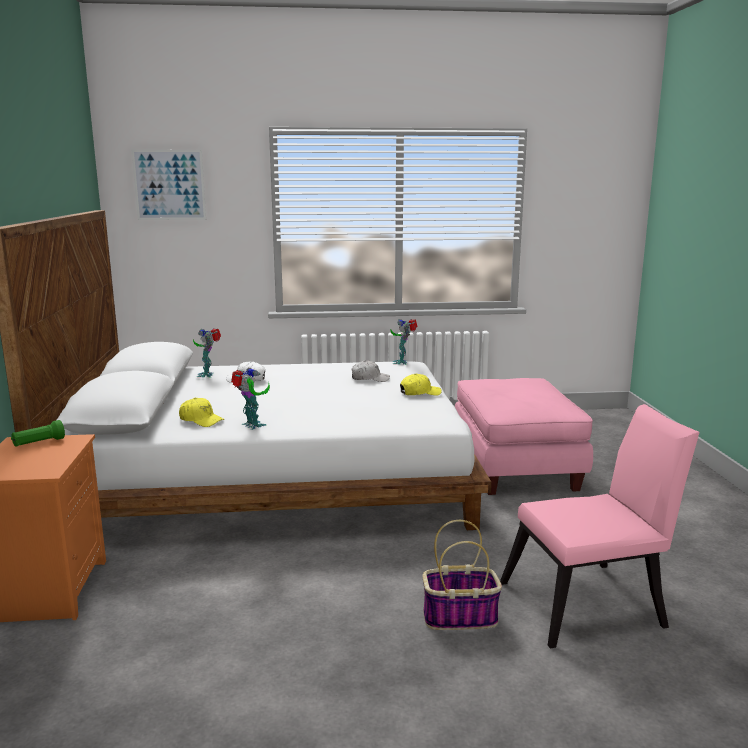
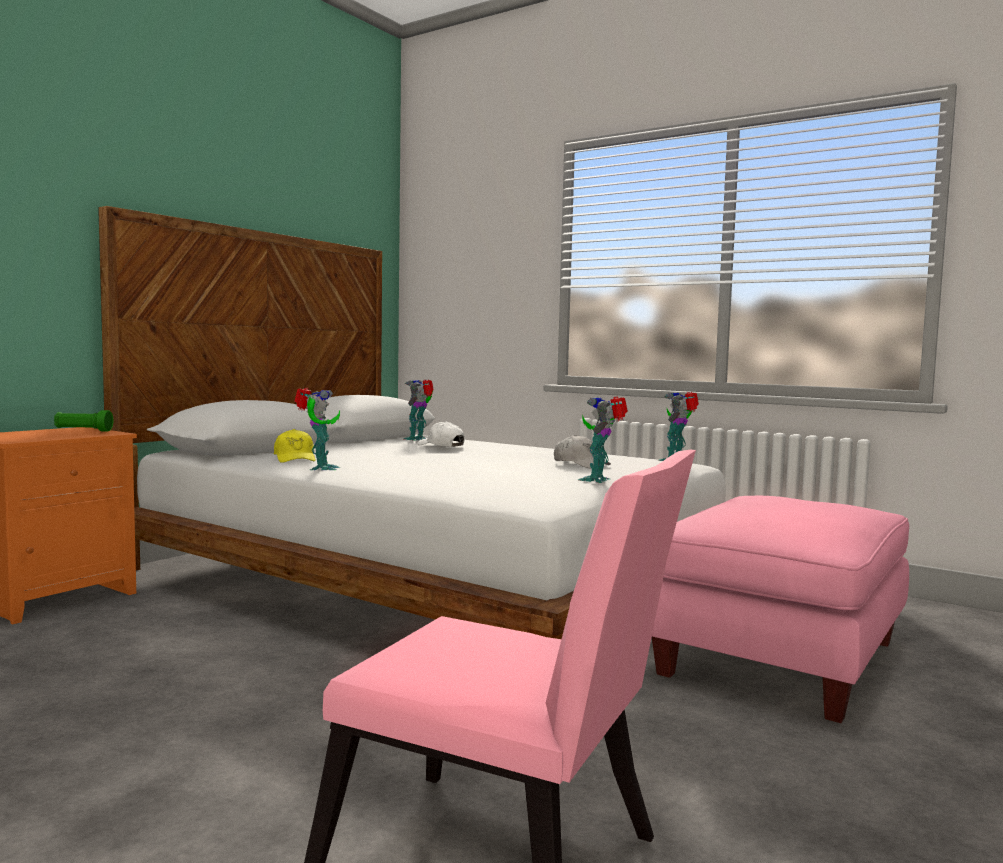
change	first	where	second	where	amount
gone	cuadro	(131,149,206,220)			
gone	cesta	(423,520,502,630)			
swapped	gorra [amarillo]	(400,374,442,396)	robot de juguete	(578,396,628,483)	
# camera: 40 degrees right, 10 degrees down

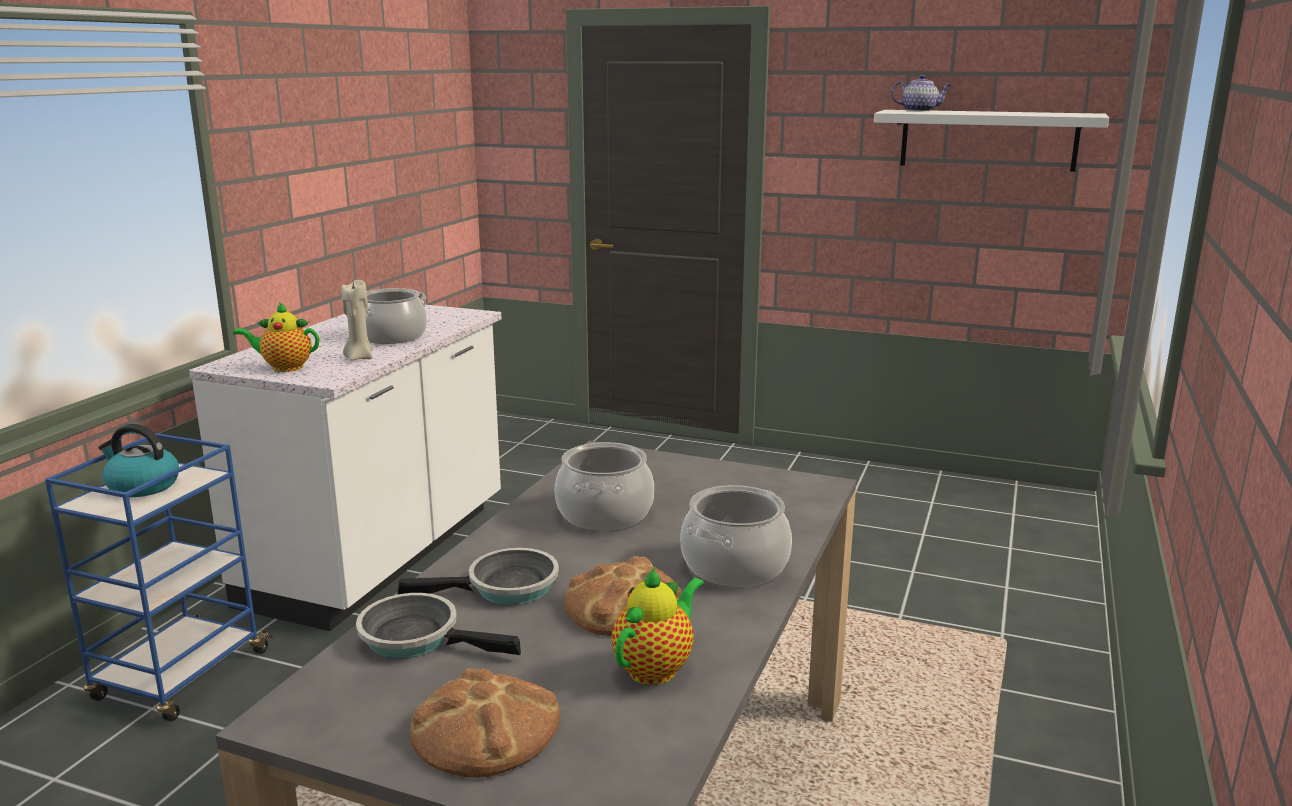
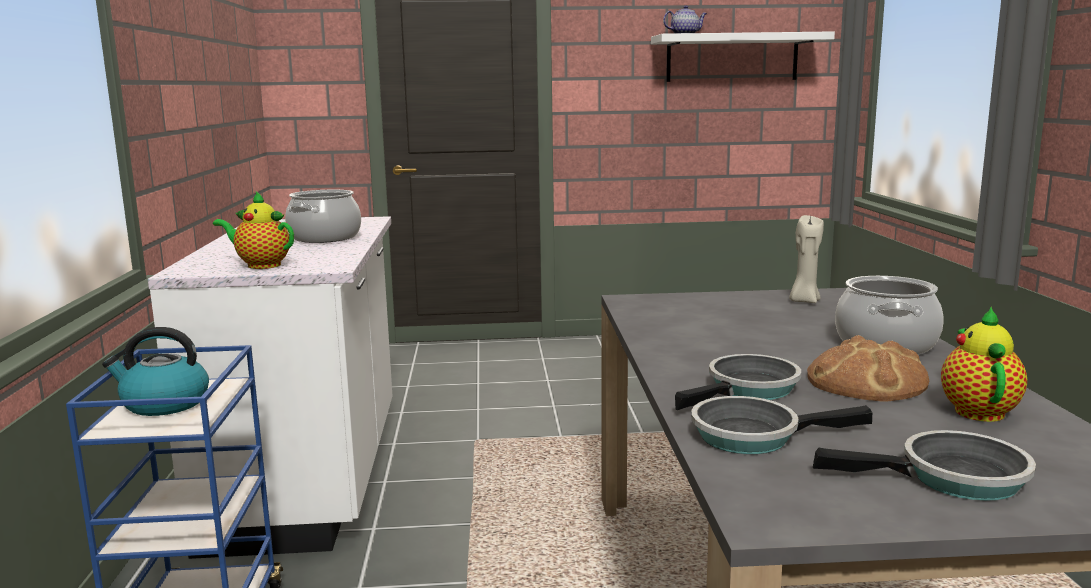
change	first	where	second	where	amount
gone	olla	(555,442,654,530)			
shifted	vela [beis]	(341,280,373,361)		(789,215,824,303)	
swapped	pan	(410,668,560,778)	sartén	(813,430,1036,501)	
rotated	tetera	(233,302,319,372)		(213,191,294,269)	45 degrees clockwise
# camera: 25 degrees left, 5 degrees down

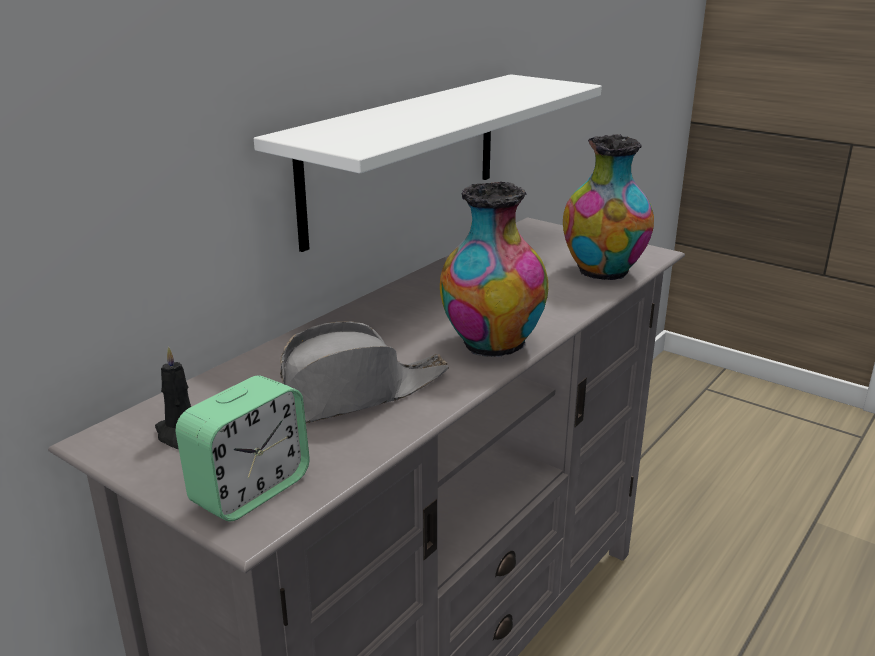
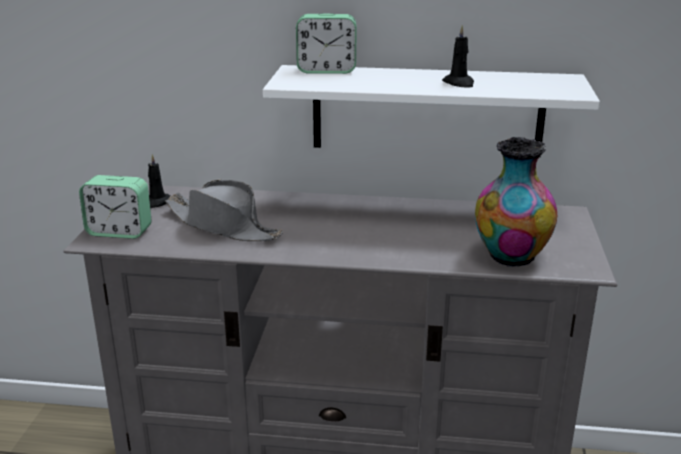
change	first	where	second	where	amount
gone	florero	(440,182,549,358)			
new			despertador	(296,13,357,74)	
new			vela [negro]	(442,25,474,88)	
# camera: 60 degrees right, 0 degrees up

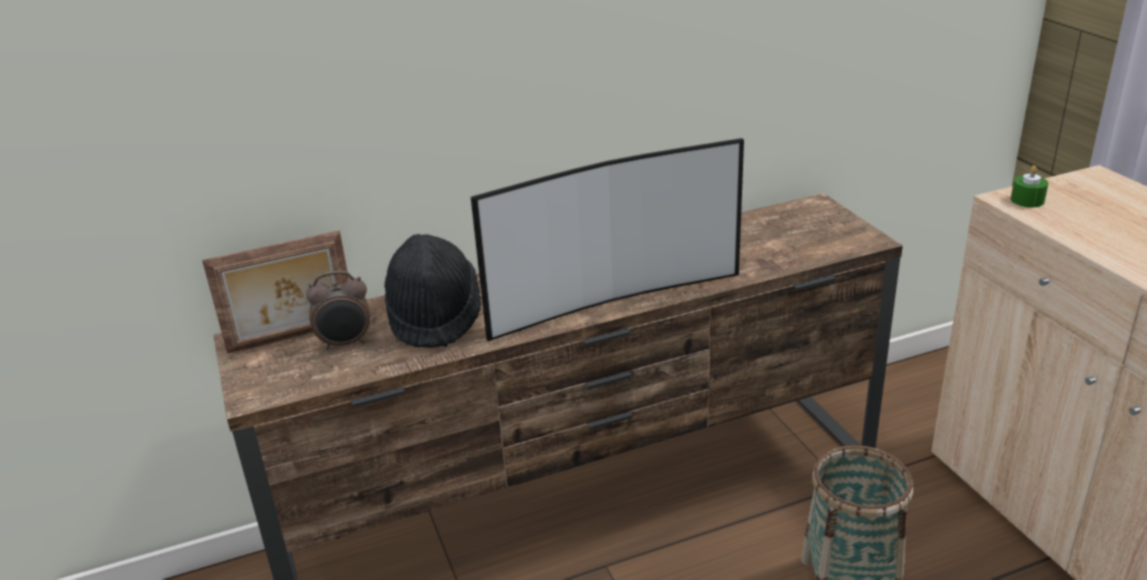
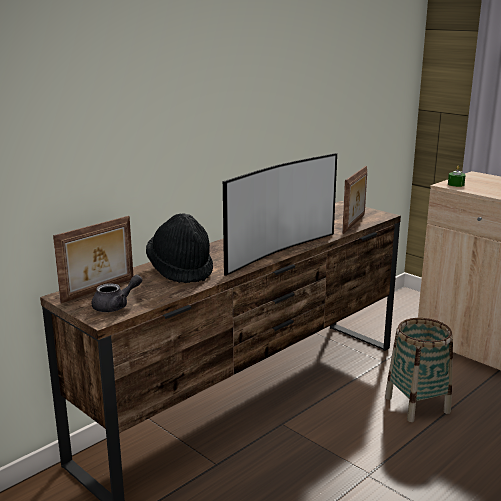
change	first	where	second	where	amount
gone	despertador	(306,271,370,350)			
new			tetera [gris]	(92,275,142,312)	
new			portarretratos	(342,166,367,234)	
# camera: 25 degrees left, 10 degrees down

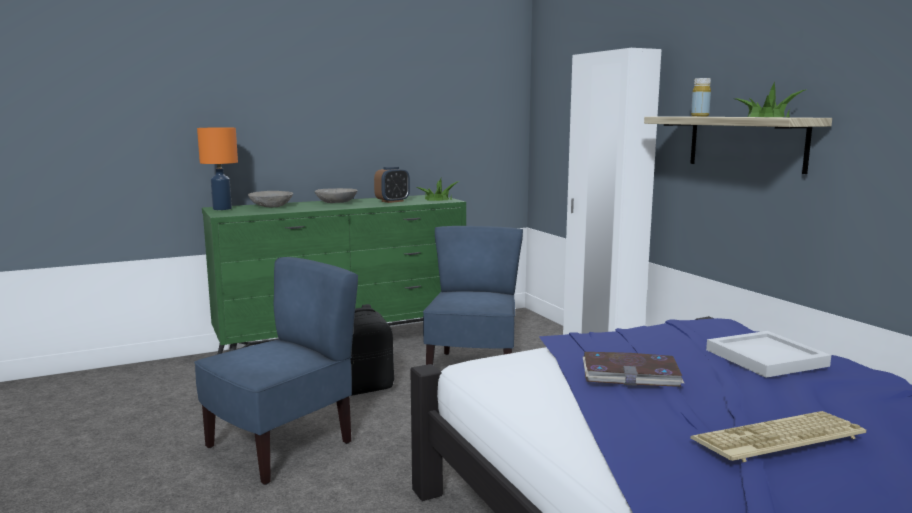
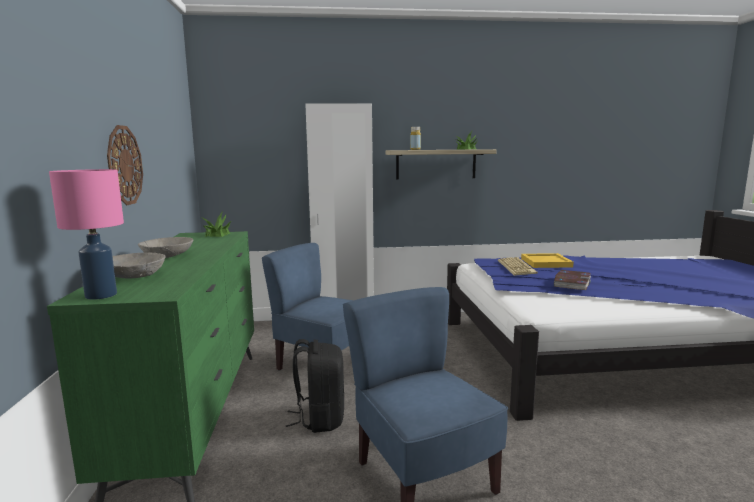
change	first	where	second	where	amount
gone	despertador	(374,166,410,203)			
new			reloj de pared	(107,125,143,205)	
shifted	teclado	(690,411,866,462)		(498,257,538,276)	
repainted	lámpara de mesa [naranja]	(197,127,238,210)	lámpara de mesa [rosa]	(49,169,124,300)	
repainted	bandeja [blanco]	(706,331,831,378)	bandeja [amarillo]	(521,253,574,268)	
# camera: 70 degrees left, 0 degrees up

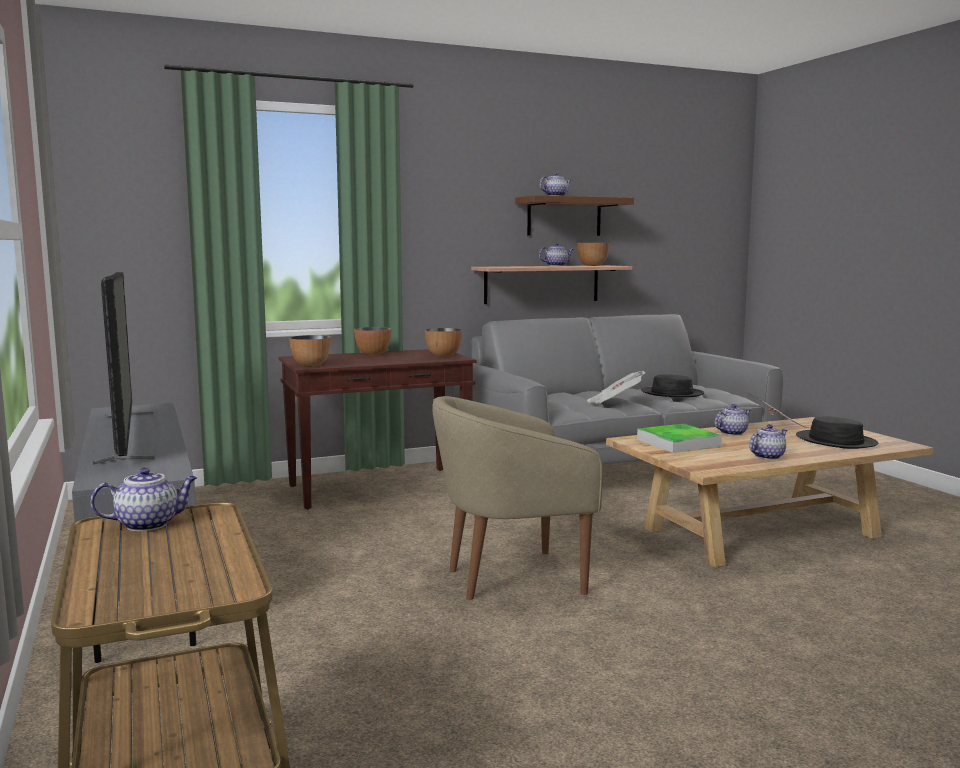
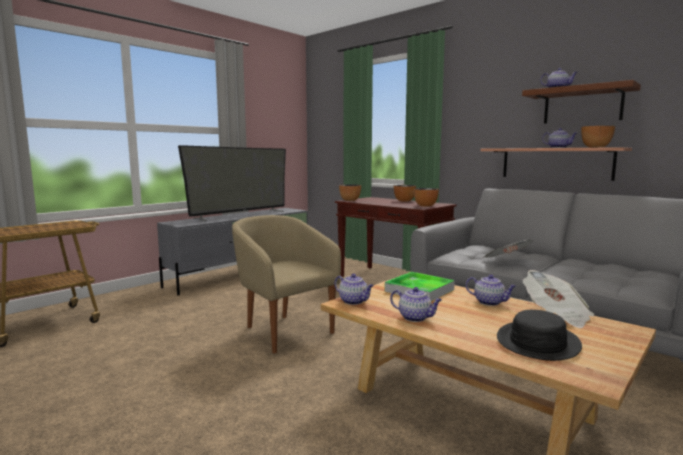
change	first	where	second	where	amount
gone	sombrero [negro]	(641,374,704,397)			
shifted	tetera	(91,467,197,531)		(334,274,374,305)	
# camera: 65 degrees right, 0 degrees up

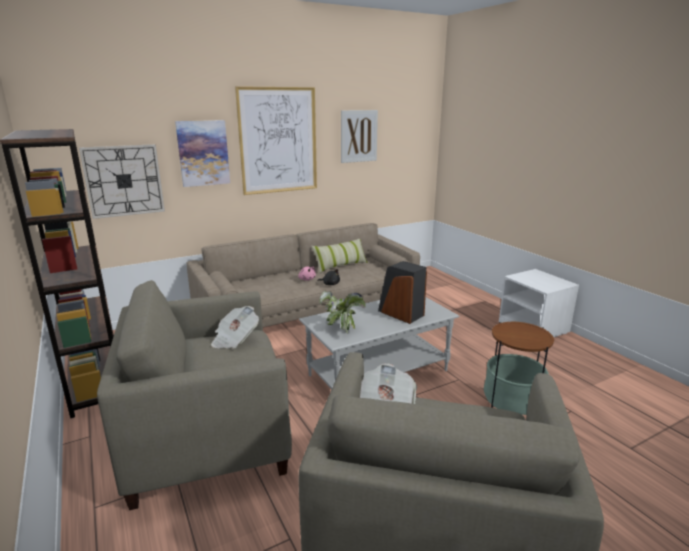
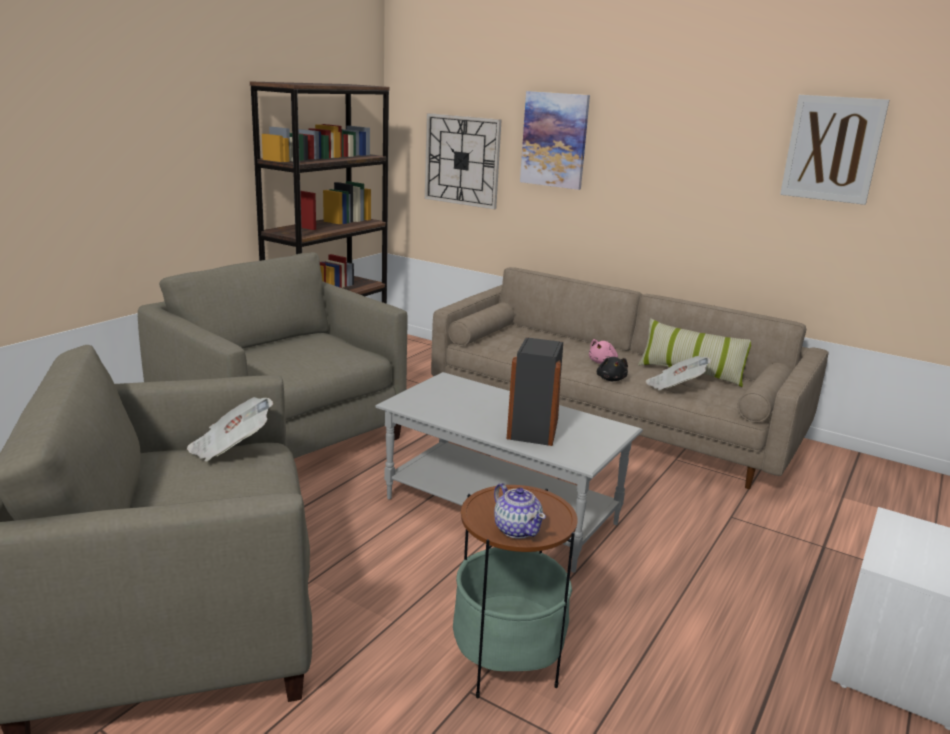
change	first	where	second	where	amount
gone	cuadro	(235,86,317,195)			
gone	planta en maceta	(319,291,365,333)			
new			tetera	(494,483,546,539)	
shifted	periódico	(211,306,259,349)		(646,356,711,391)	
# camera: 60 degrees right, 0 degrees up

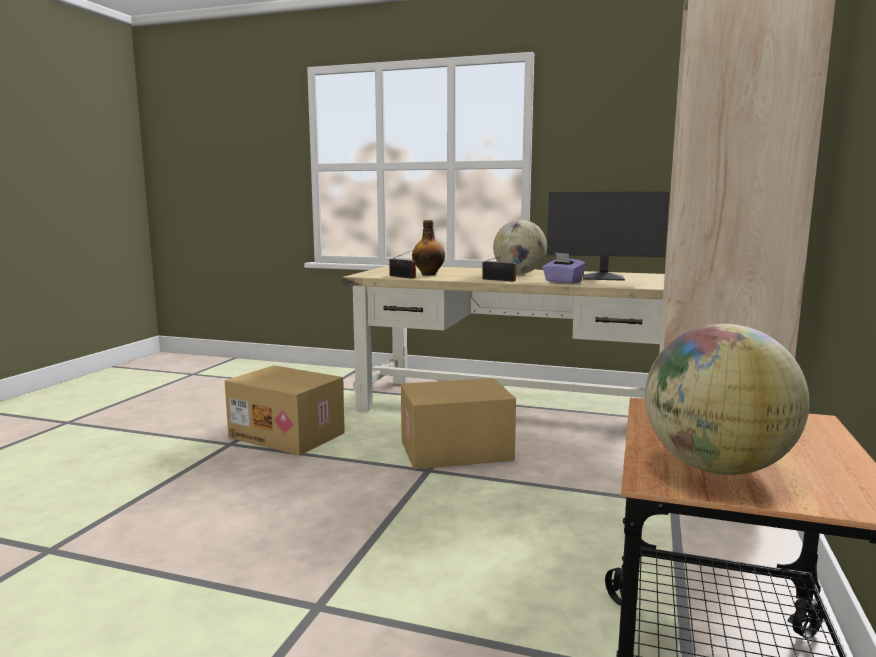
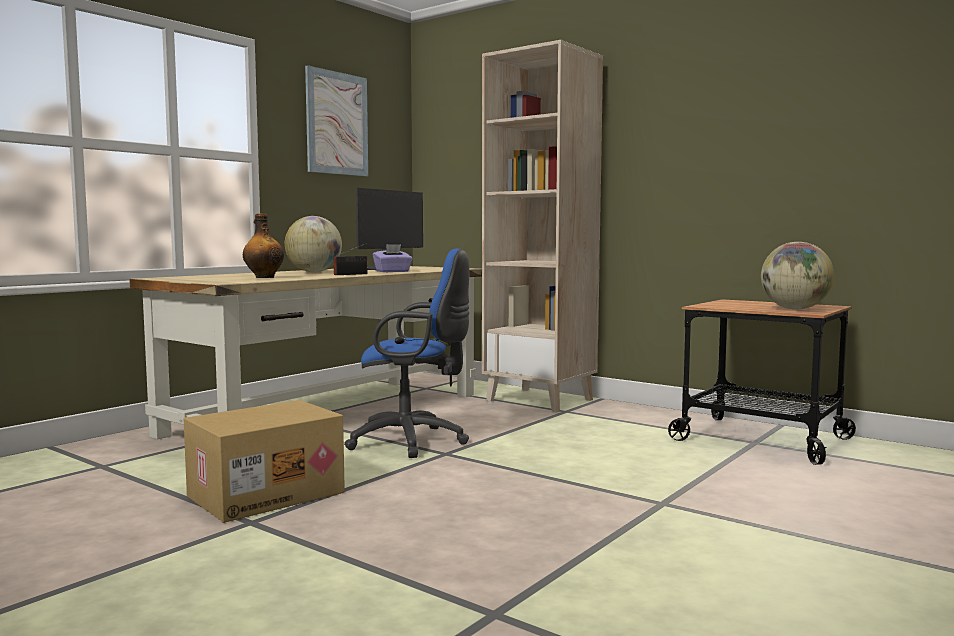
change	first	where	second	where	amount
gone	radio	(389,248,417,279)			
new			cuadro	(305,65,368,176)	
swapped	caja de cartón	(401,378,516,469)	silla de oficina [azul]	(344,248,469,458)	
# camera: 70 degrees left, 5 degrees down

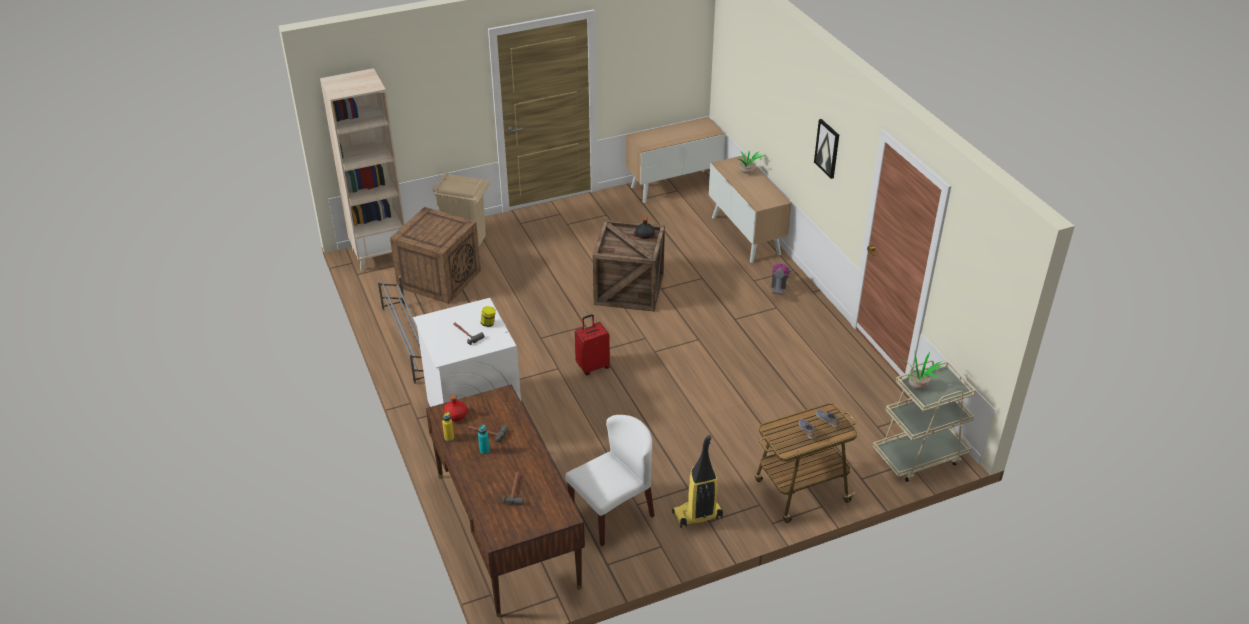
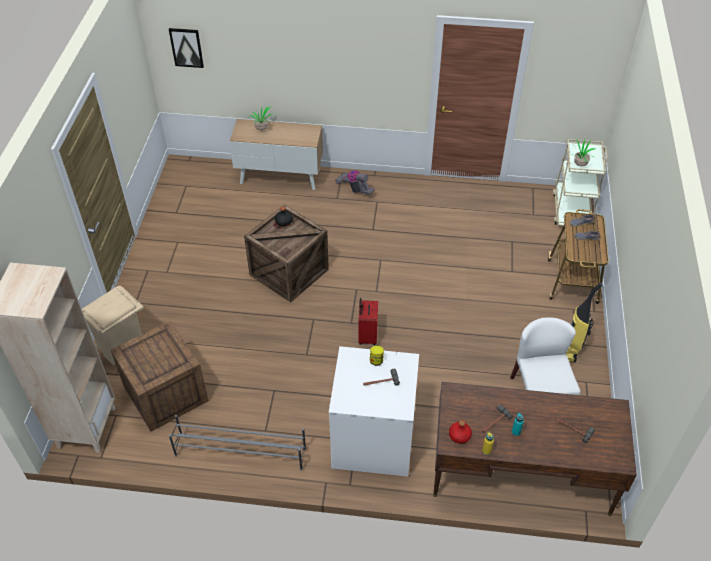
change	first	where	second	where	amount
gone	armario	(626,117,725,203)			
shifted	cuadro	(814,119,839,179)		(169,28,204,68)	
# camera: 60 degrees left, 10 degrees up

